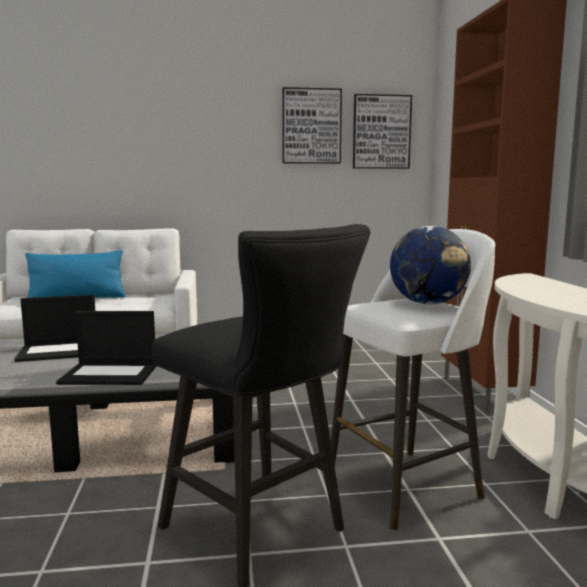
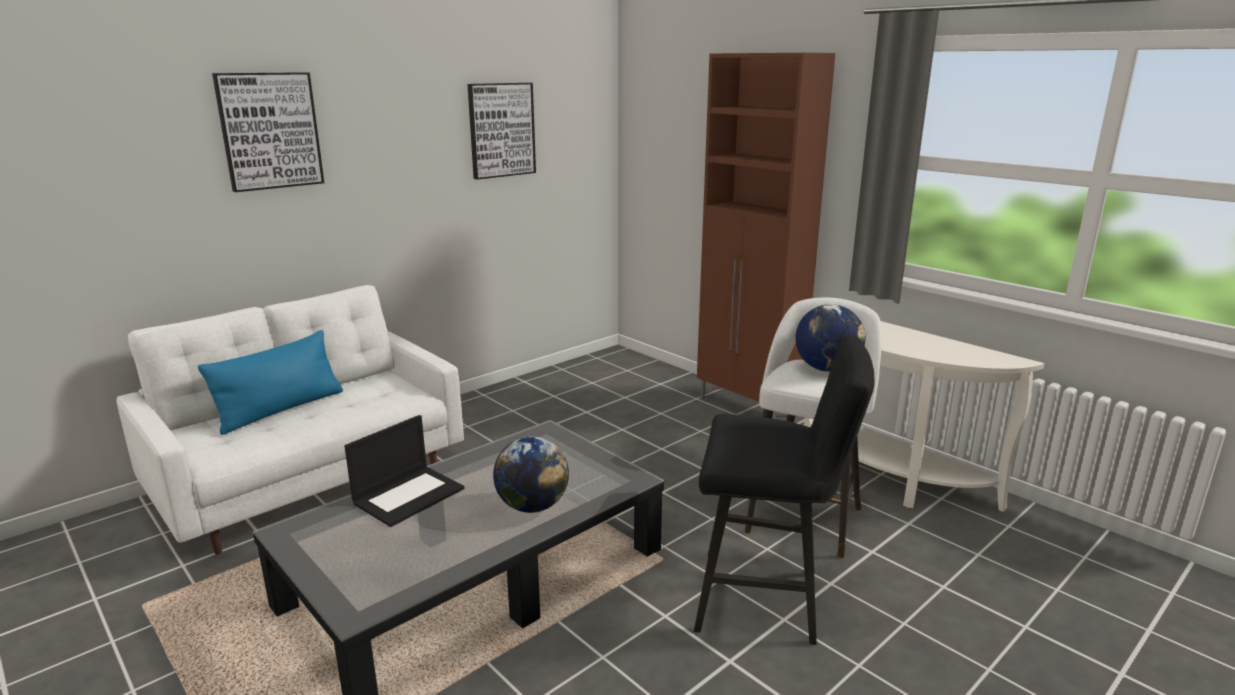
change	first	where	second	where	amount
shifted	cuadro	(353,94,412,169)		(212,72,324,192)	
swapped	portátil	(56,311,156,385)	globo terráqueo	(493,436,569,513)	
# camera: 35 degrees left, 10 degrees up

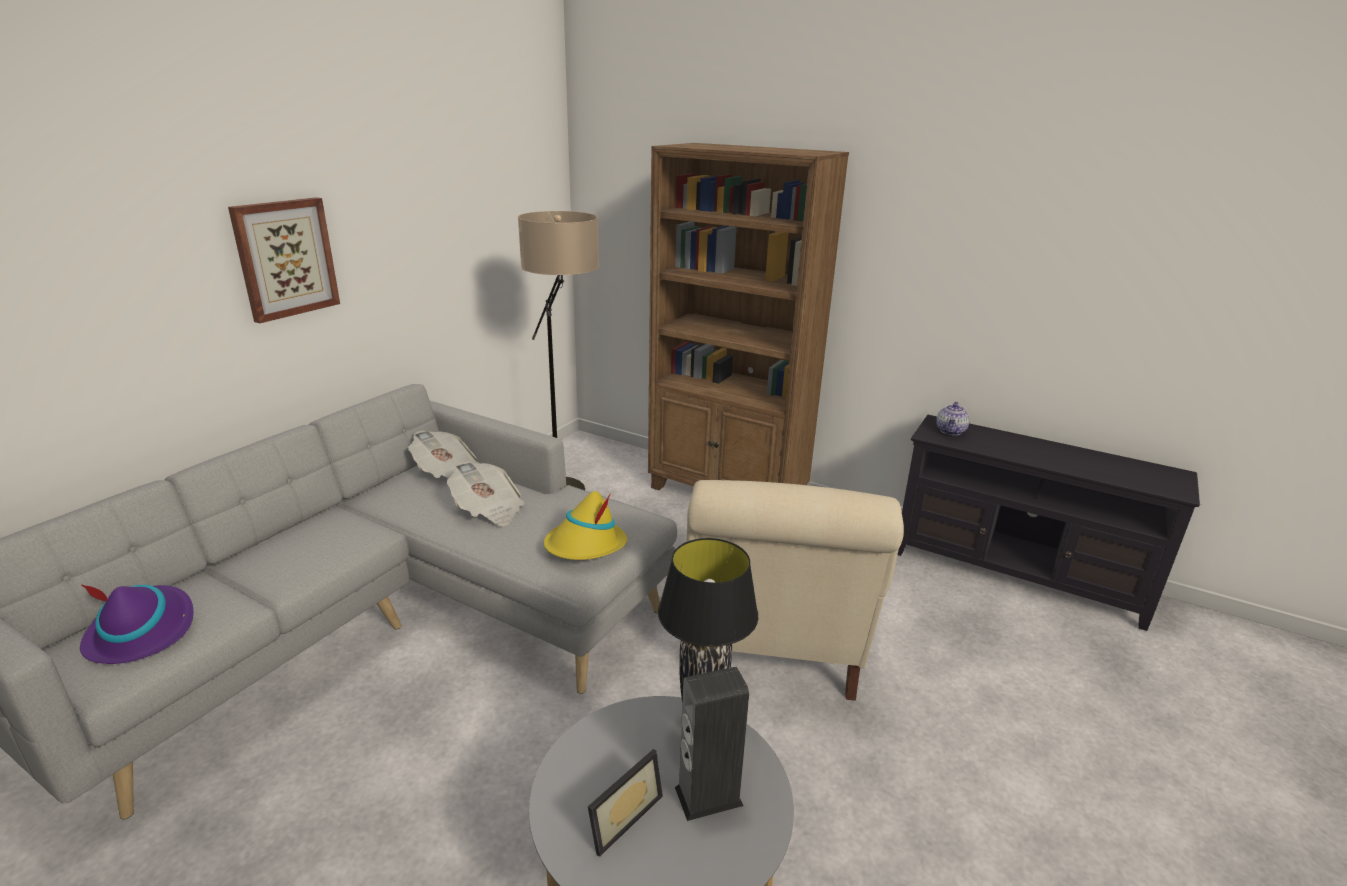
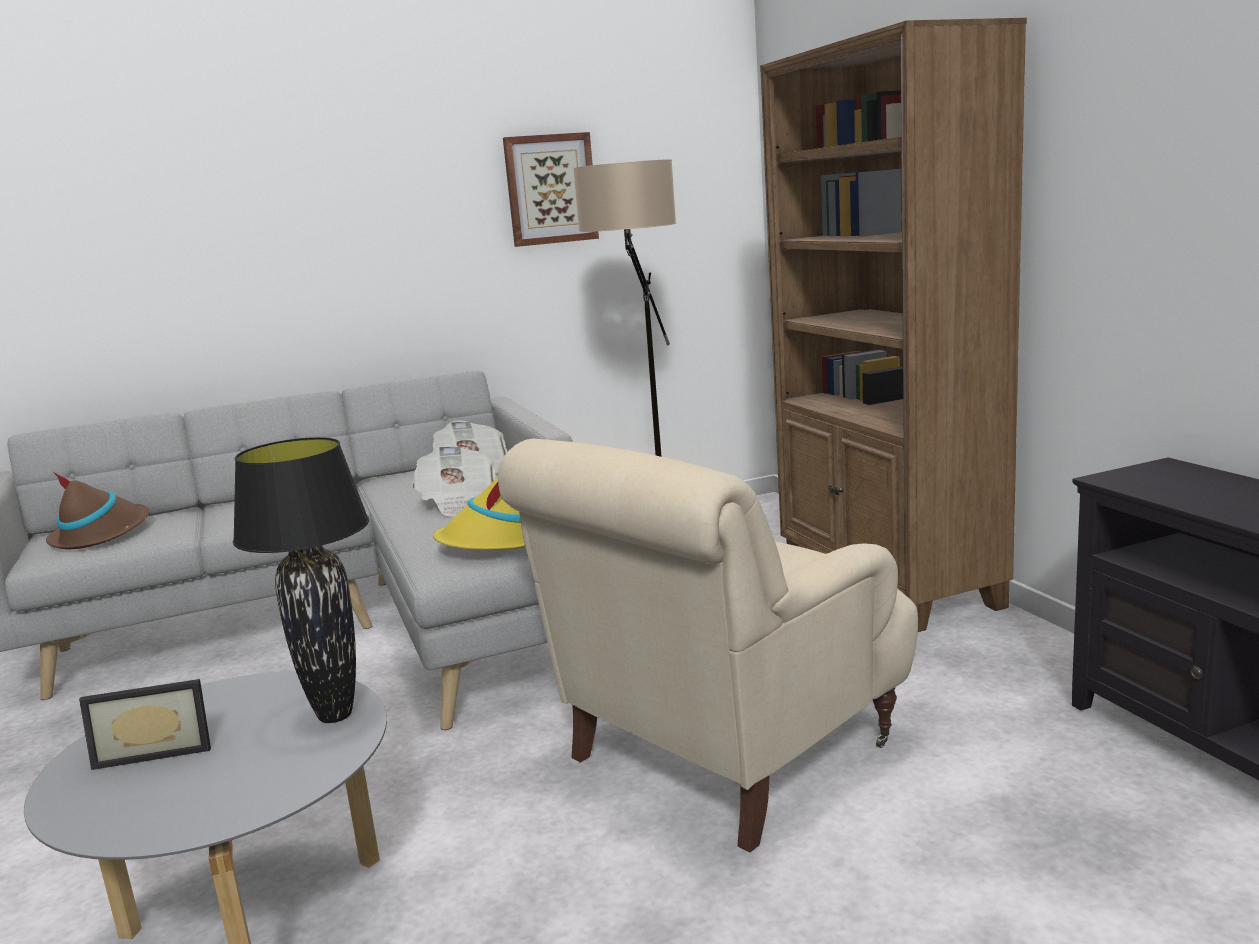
change	first	where	second	where	amount
gone	altavoz	(675,667,749,821)			
gone	tetera	(936,402,970,435)			
shifted	cuadro	(228,197,340,323)		(503,132,599,247)	
repainted	sombrero [morado]	(80,584,193,664)	sombrero [marrón]	(46,472,149,550)	
# camera: 40 degrees right, 10 degrees down

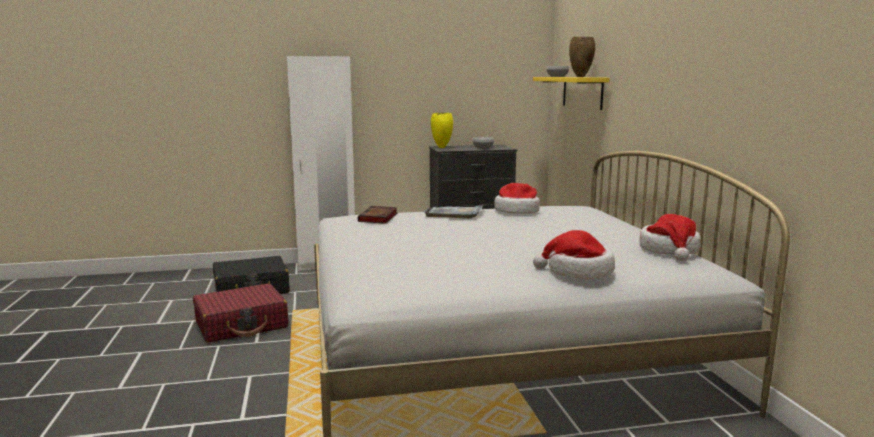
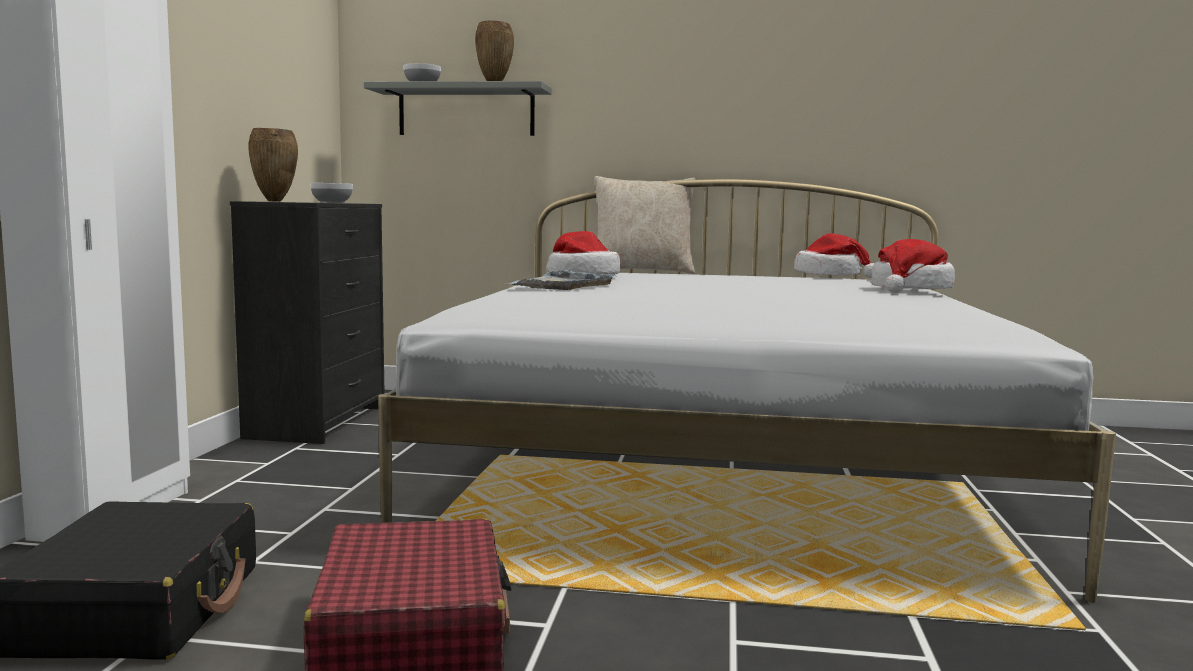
change	first	where	second	where	amount
gone	libro	(358,206,398,224)			
new			cojín [beis]	(594,176,696,274)	
repainted	florero [amarillo]	(431,113,453,148)	florero [marrón]	(248,128,298,202)	
repainted	estante [amarillo]	(533,77,610,110)	estante [gris]	(364,81,552,136)	
# camera: 70 degrees left, 5 degrees down

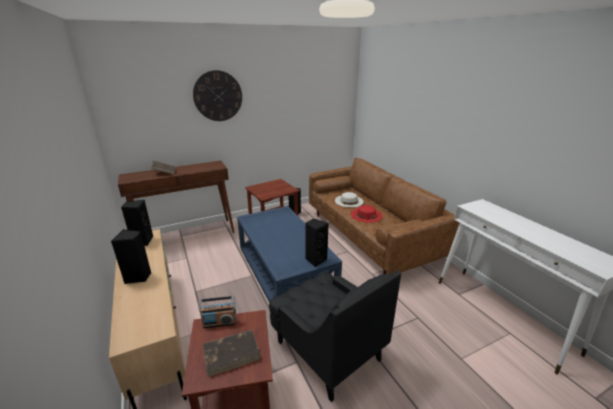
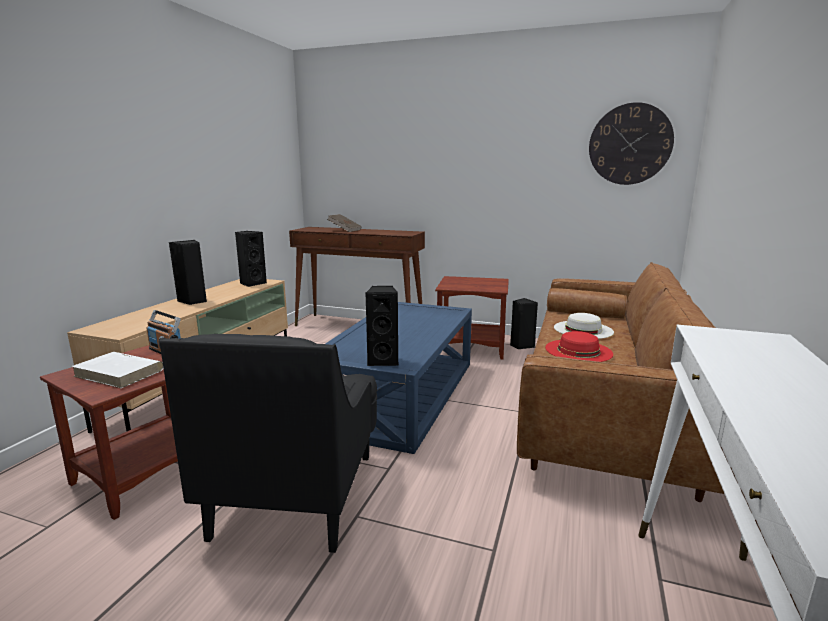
change	first	where	second	where	amount
shifted	reloj de pared	(193,70,242,121)		(589,102,674,185)	
repainted	libro [marrón]	(203,329,261,377)	libro [blanco]	(71,352,163,388)	
# camera: 45 degrees right, 10 degrees down

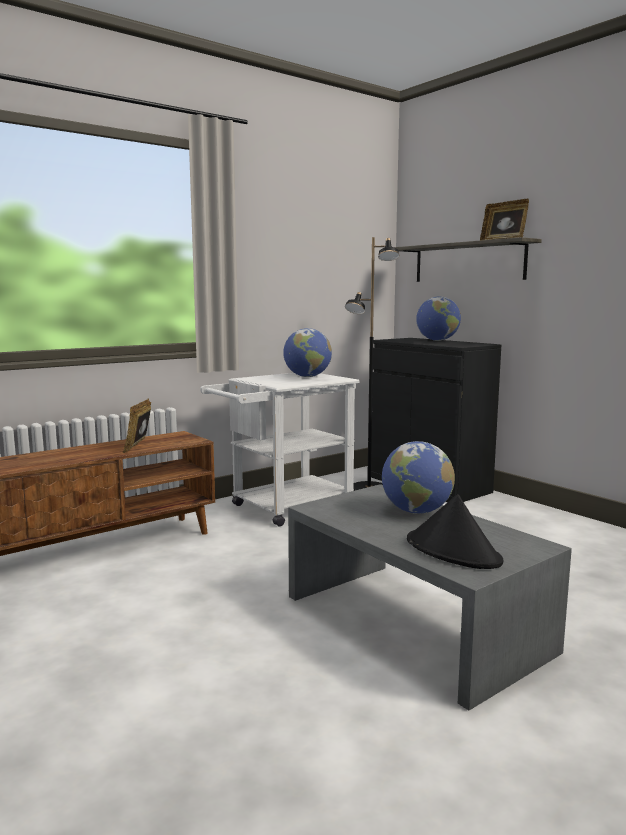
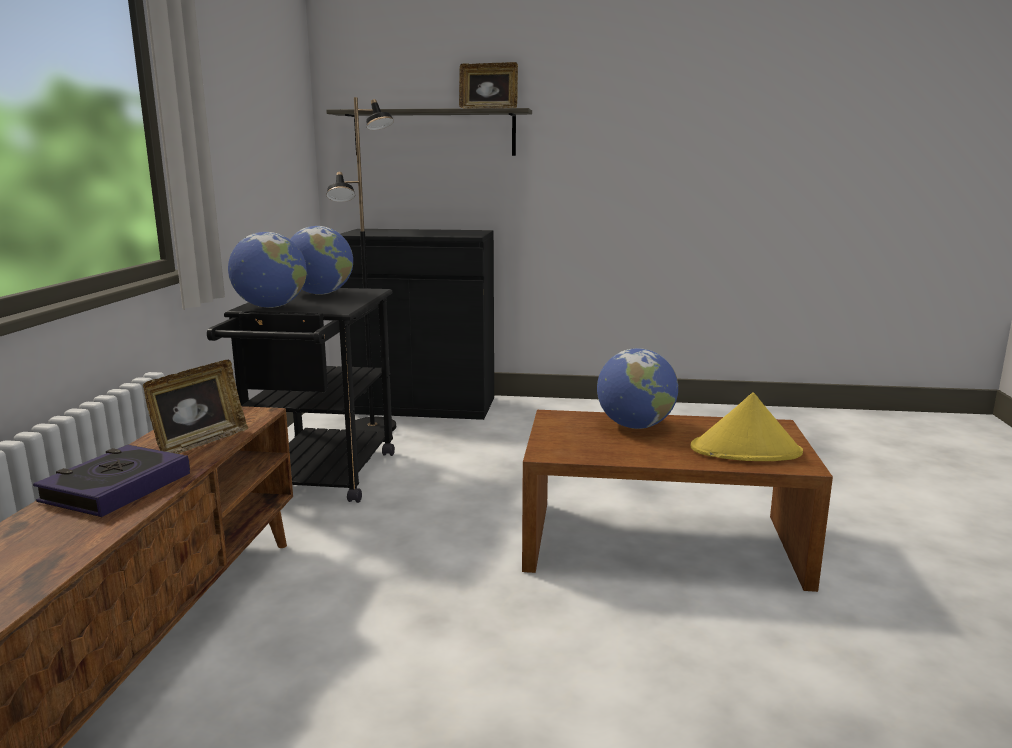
change	first	where	second	where	amount
new			libro	(33,445,190,517)	
shifted	globo terráqueo	(416,297,461,341)		(228,232,307,308)	
repainted	carrito [blanco]	(200,373,360,527)	carrito [negro]	(207,288,395,503)	
repainted	mesa de centro [gris]	(288,484,572,710)	mesa de centro [marrón]	(522,410,833,592)	
repainted	sombrero [negro]	(407,494,503,569)	sombrero [amarillo]	(691,393,803,461)	
rotated	portarretratos	(122,398,151,453)		(143,360,248,454)	105 degrees counterclockwise
# camera: 45 degrees left, 5 degrees up

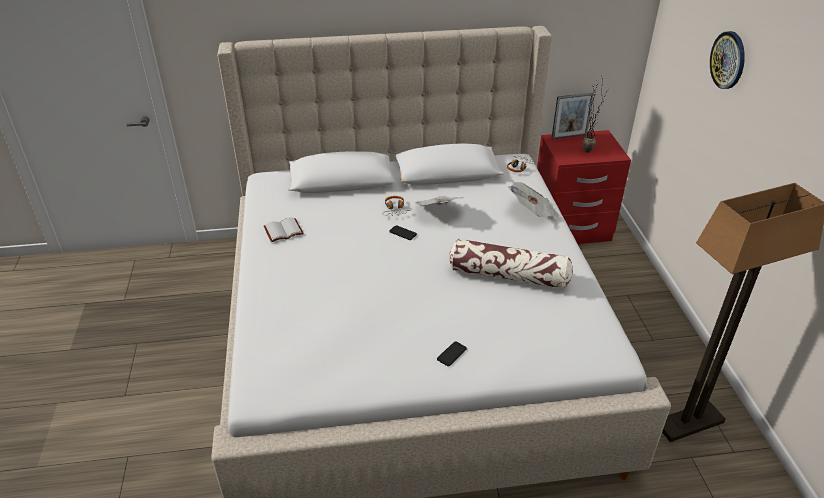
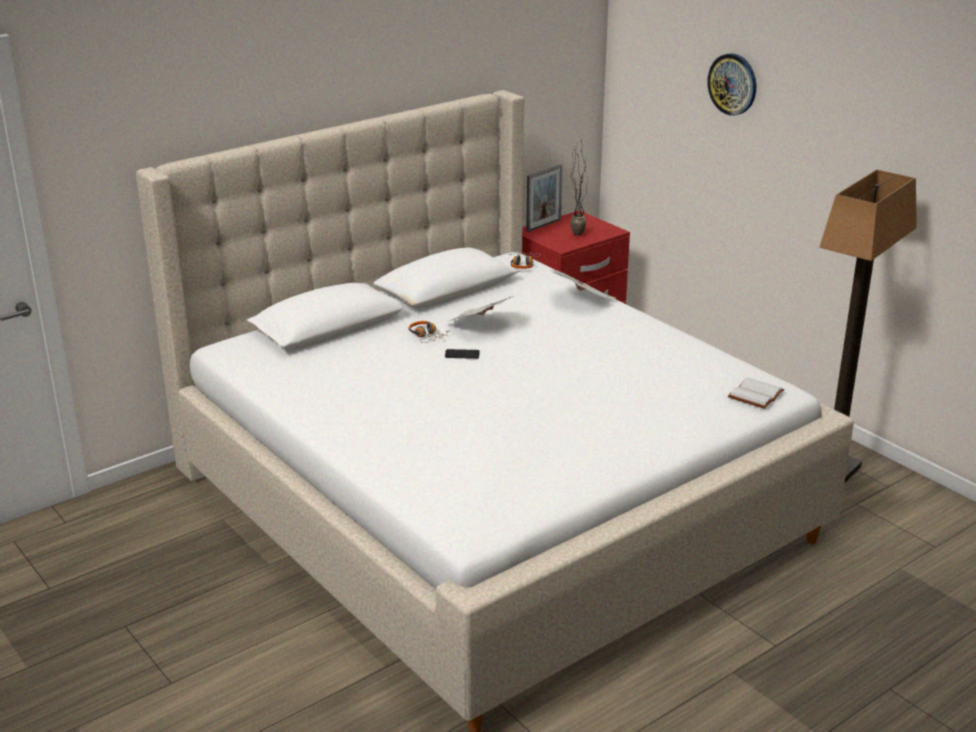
change	first	where	second	where	amount
gone	móvil	(437,341,467,366)			
gone	cojín	(449,239,573,289)			
shifted	libro [blanco]	(264,217,304,242)		(728,377,784,409)	
# camera: 30 degrees left, 10 degrees down

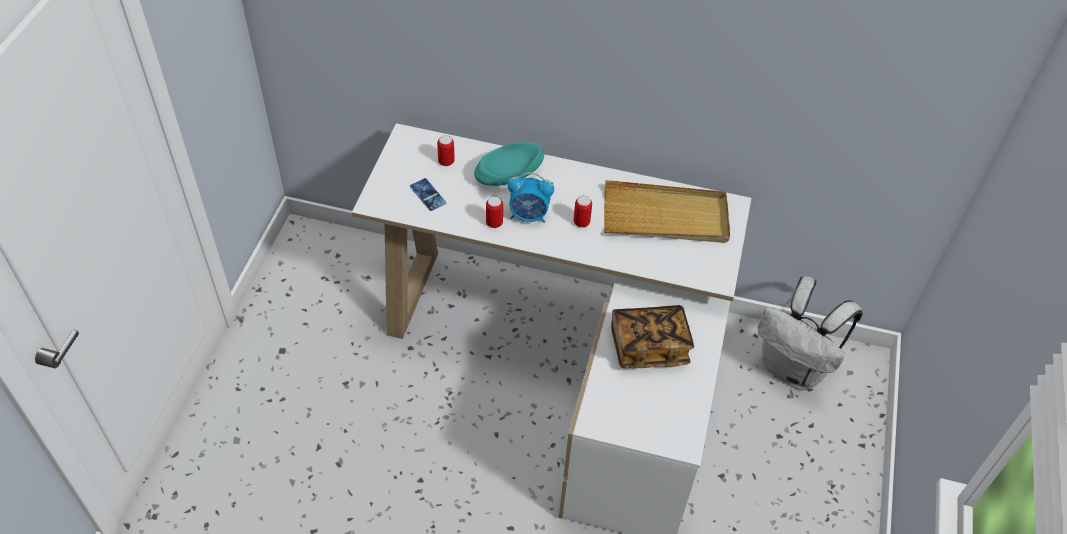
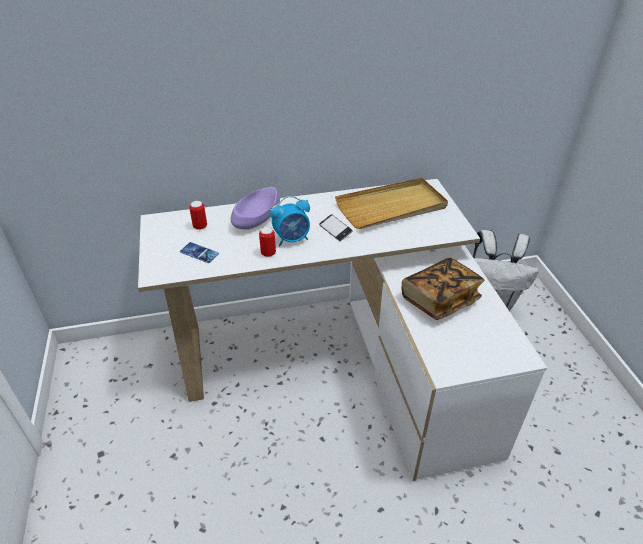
change	first	where	second	where	amount
swapped	lata	(574,196,592,228)	móvil	(319,214,352,241)	
repainted	cuenco [turquesa]	(474,142,544,186)	cuenco [morado]	(231,187,280,230)	
# camera: 25 degrees left, 10 degrees down

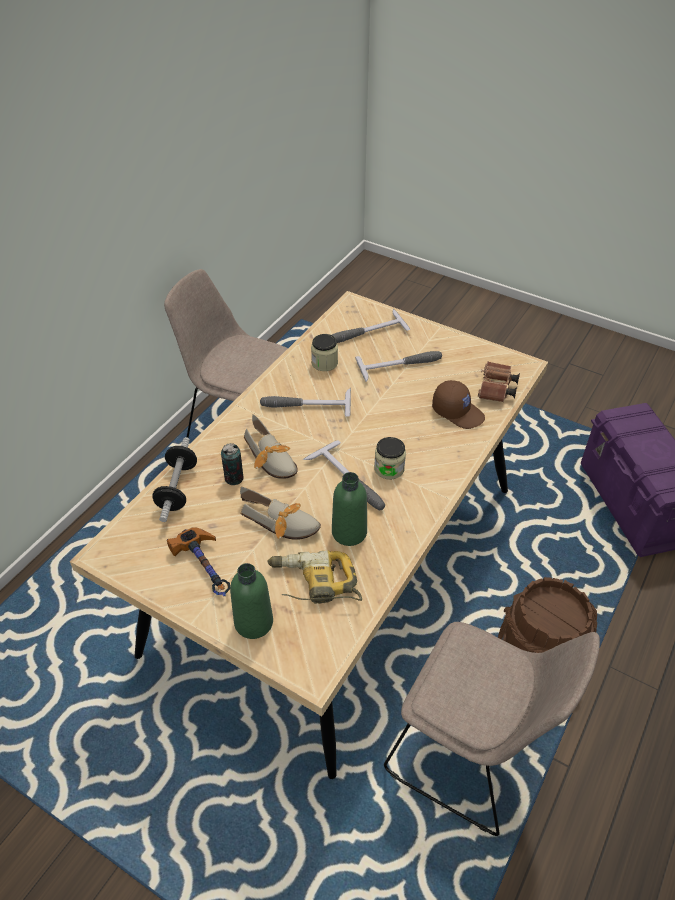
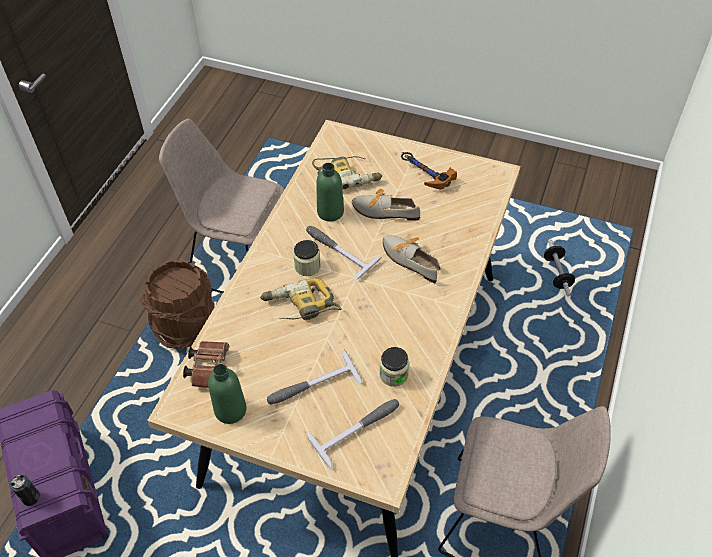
change	first	where	second	where	amount
gone	martillo	(260,388,351,416)			
gone	gorra [marrón]	(432,380,485,429)			
new			taladro	(260,278,342,320)	
shifted	mancuerna	(152,437,197,522)		(544,239,575,297)	
shifted	lata	(221,443,244,485)		(11,475,40,506)	
shifted	botella [verde]	(230,563,273,639)		(208,364,247,424)	
# camera: 170 degrees right, 5 degrees up

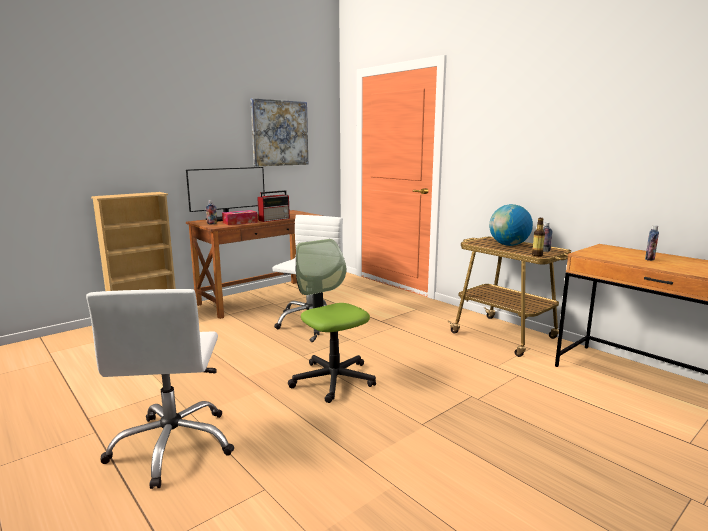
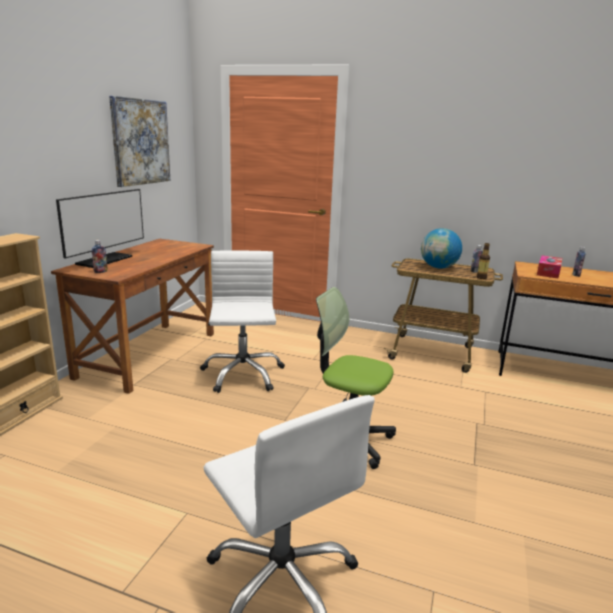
change	first	where	second	where	amount
gone	radio	(257,190,290,222)			
shifted	caja de pañuelos	(222,210,258,225)		(537,255,562,278)	
# camera: 30 degrees left, 5 degrees up

